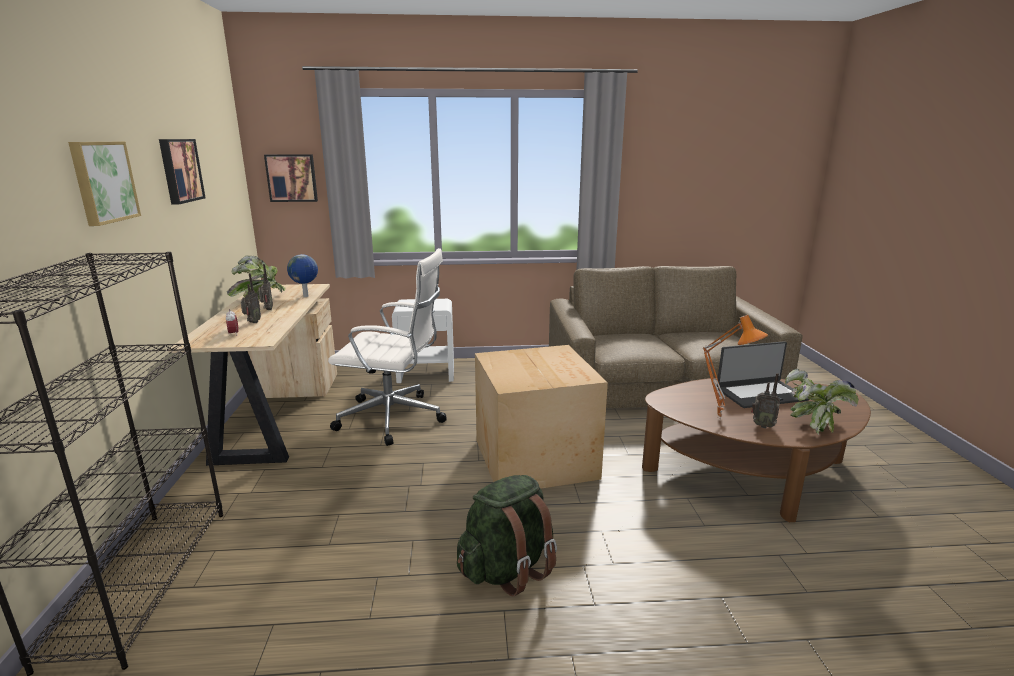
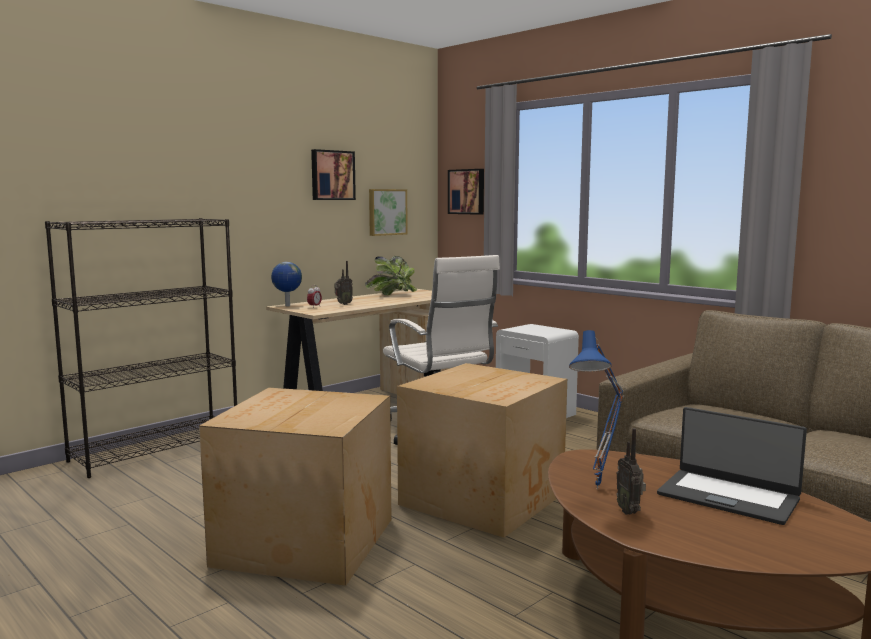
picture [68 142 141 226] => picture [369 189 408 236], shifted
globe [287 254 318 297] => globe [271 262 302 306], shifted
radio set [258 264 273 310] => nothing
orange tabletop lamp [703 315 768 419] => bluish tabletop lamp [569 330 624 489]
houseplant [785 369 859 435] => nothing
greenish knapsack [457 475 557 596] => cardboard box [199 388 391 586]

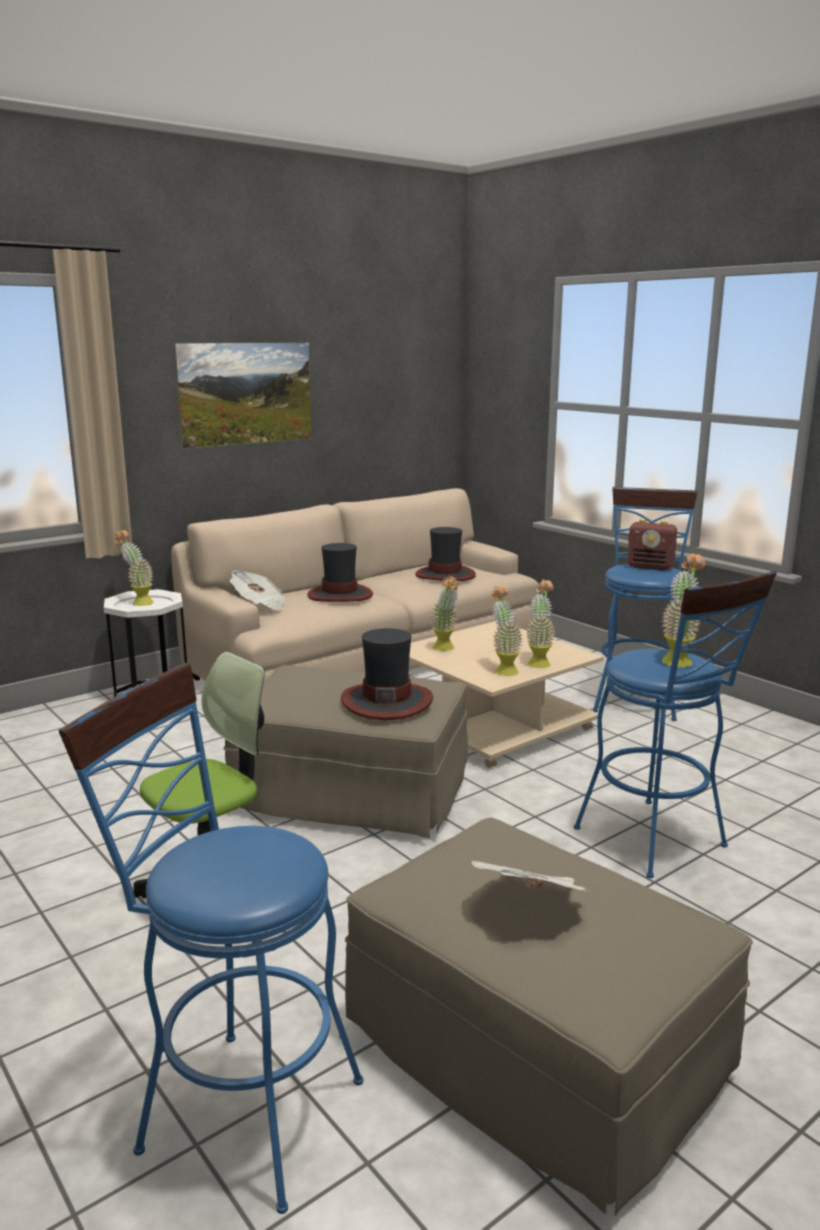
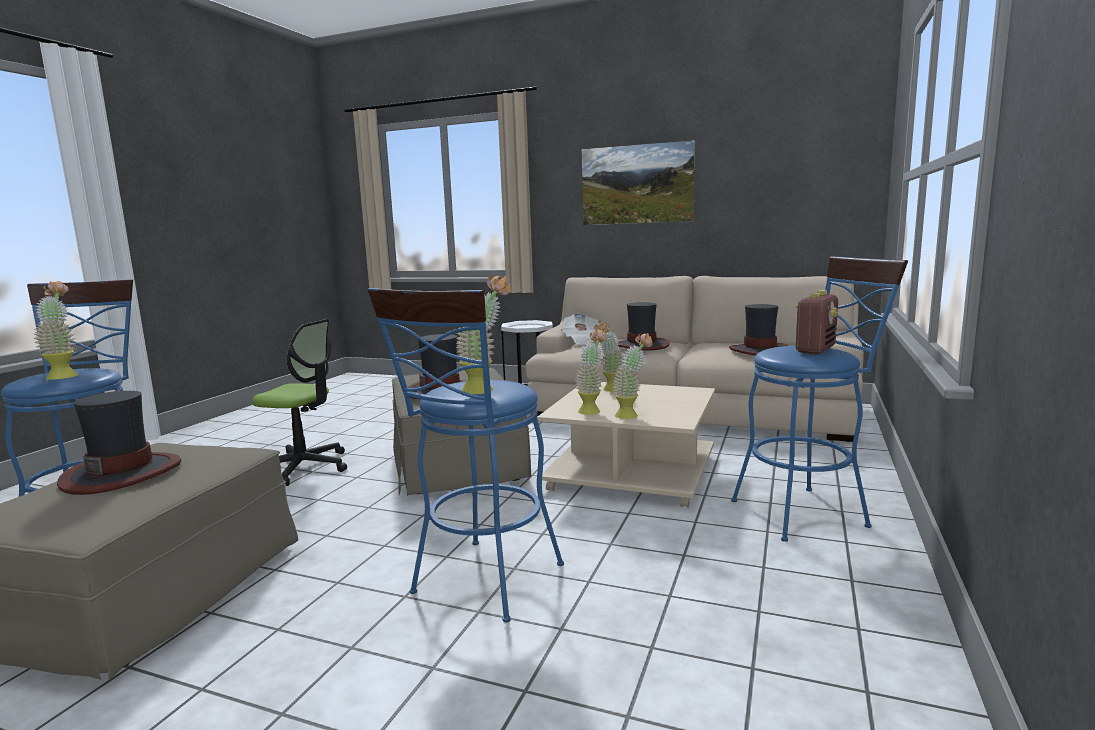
radio set [627 519 677 570] => radio set [795 290 838 355], 135 degrees counterclockwise
houseplant [115 530 154 606] => houseplant [33 281 78 380], shifted
daily paper [472 861 588 892] => clothing hat [57 391 181 495]

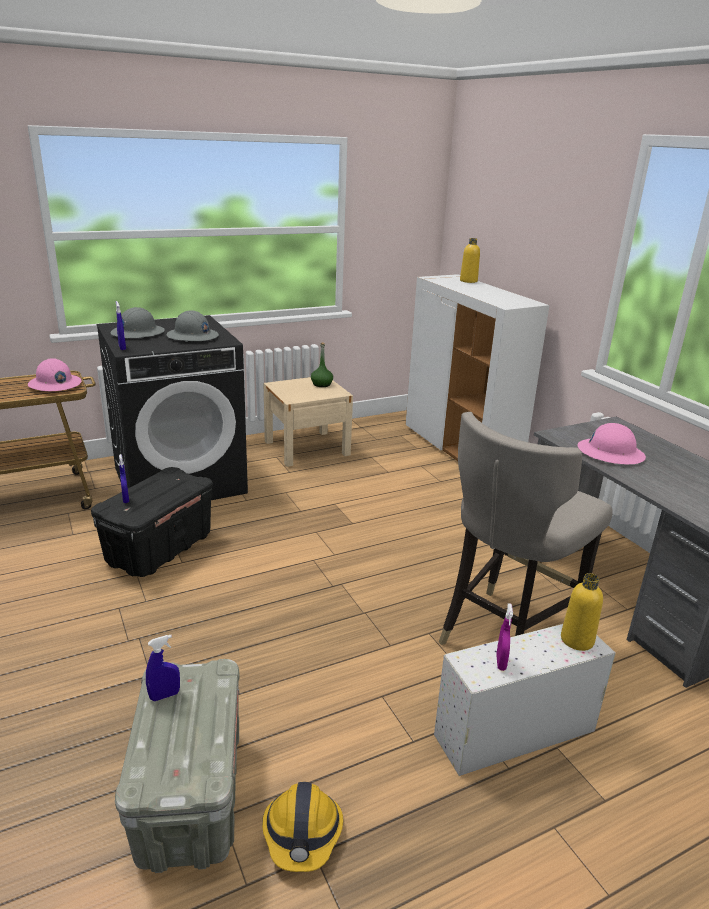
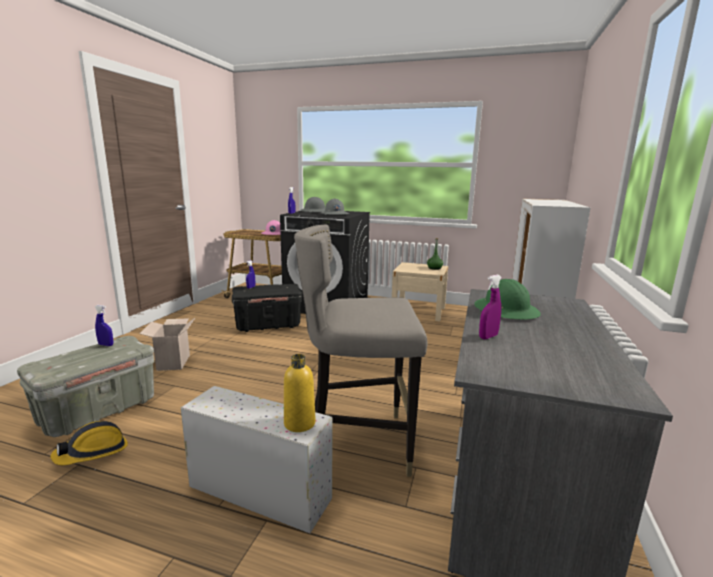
yellow beverage bottle [460 238 480 283] => nothing
pinkish work helmet [577 423 646 465] => greenish work helmet [474 279 541 320]
purple hand sprayer [496 603 513 671] => purple hand sprayer [479 275 502 339], shifted
nothing => cardboard box [140 318 195 371]

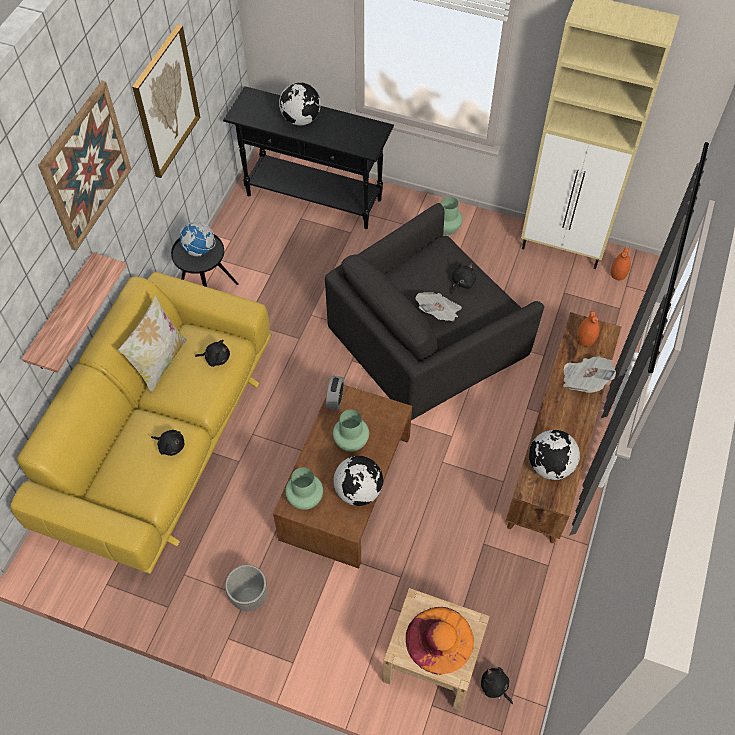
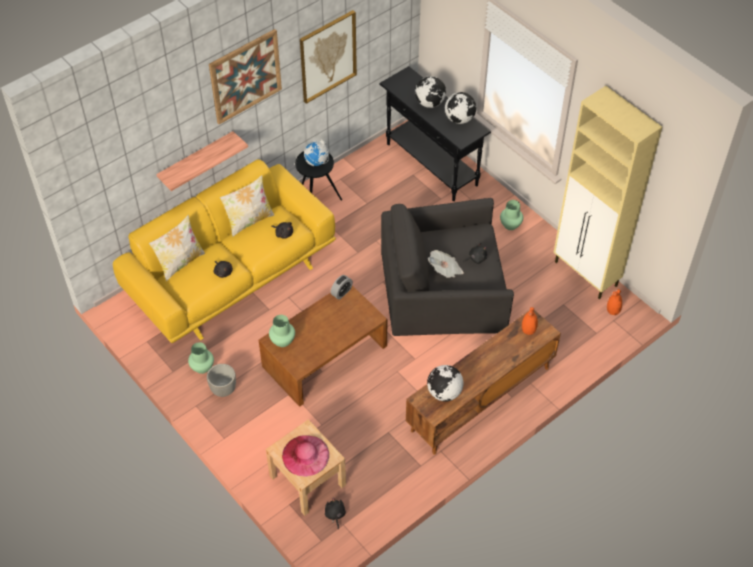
daily paper [563 356 616 393] => nothing
greenish vase [333 410 369 452] => greenish vase [188 342 214 374], shifted
globe [334 456 383 506] => globe [445 92 476 124], shifted
orange clothing hat [406 607 474 675] => pinkish clothing hat [282 435 329 477]
nothing => cushion [149 215 205 282]

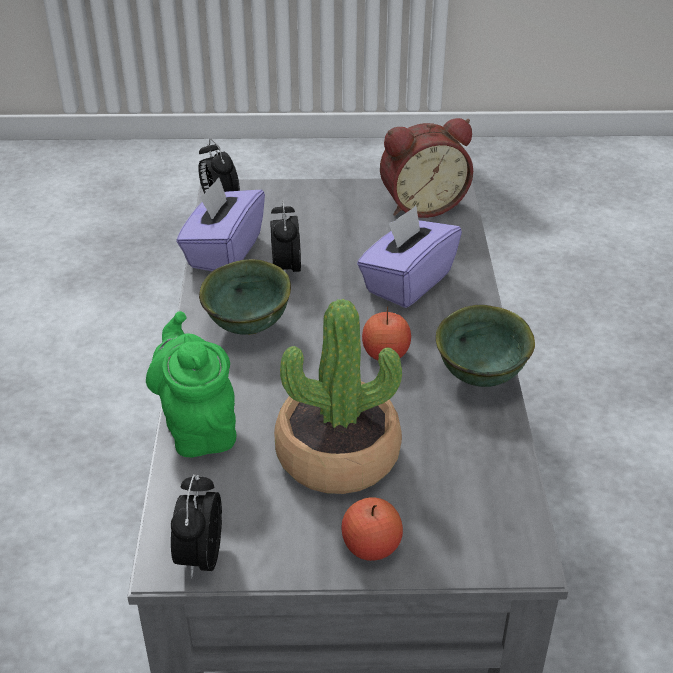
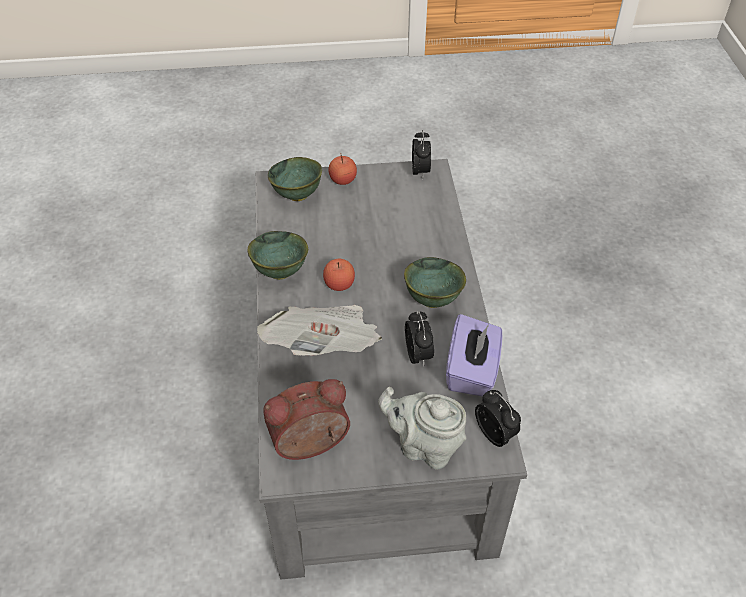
purple tissue holder [357 206 462 308] => daily paper [257 305 382 356]
houseplant [274 299 402 494] => nothing
greenish teapot [146 311 237 457] => nothing
nothing => greenish bowl [268 157 322 201]
nothing => gray teapot [378 387 466 470]

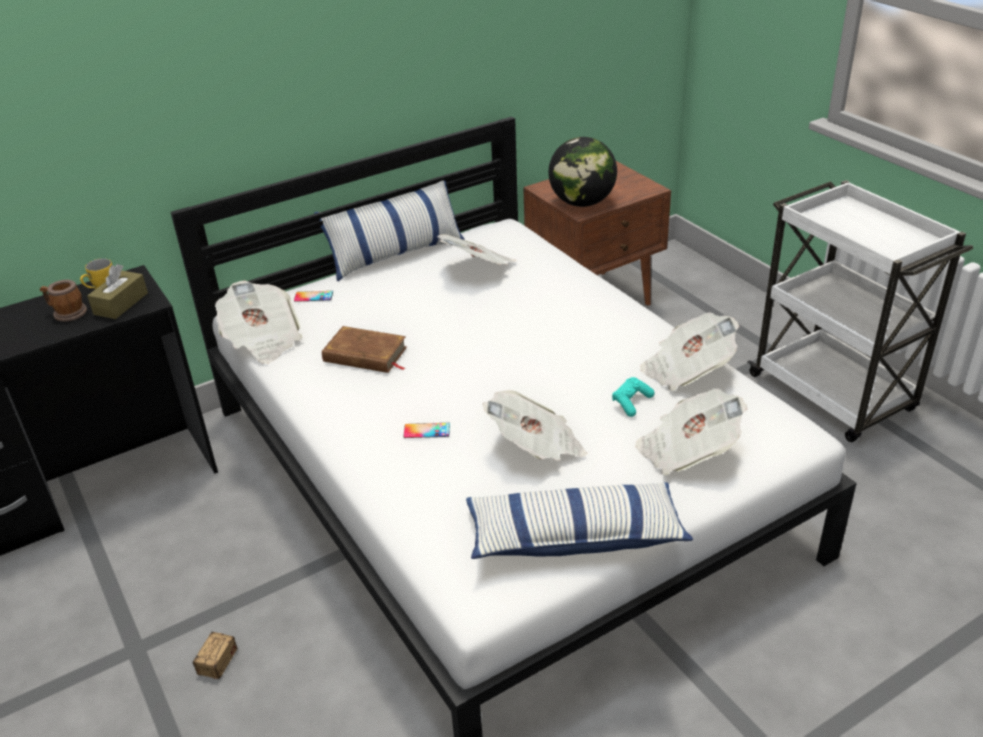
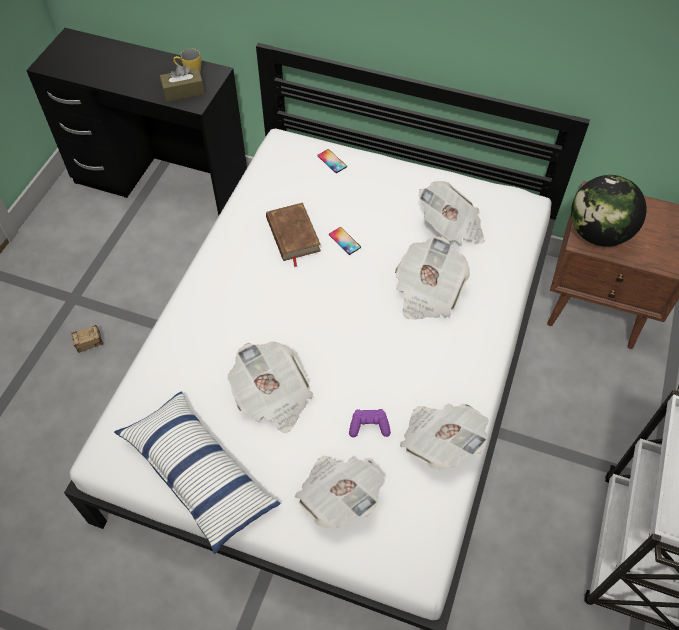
cushion [314 181 465 282] => nothing
mug [40 280 87 322] => nothing
daily paper [215 280 302 364] => daily paper [395 237 470 320], shifted
turquoise game controller [612 377 655 417] => purple game controller [349 409 391 437]
telephone [404 423 450 438] => telephone [329 227 361 255], shifted

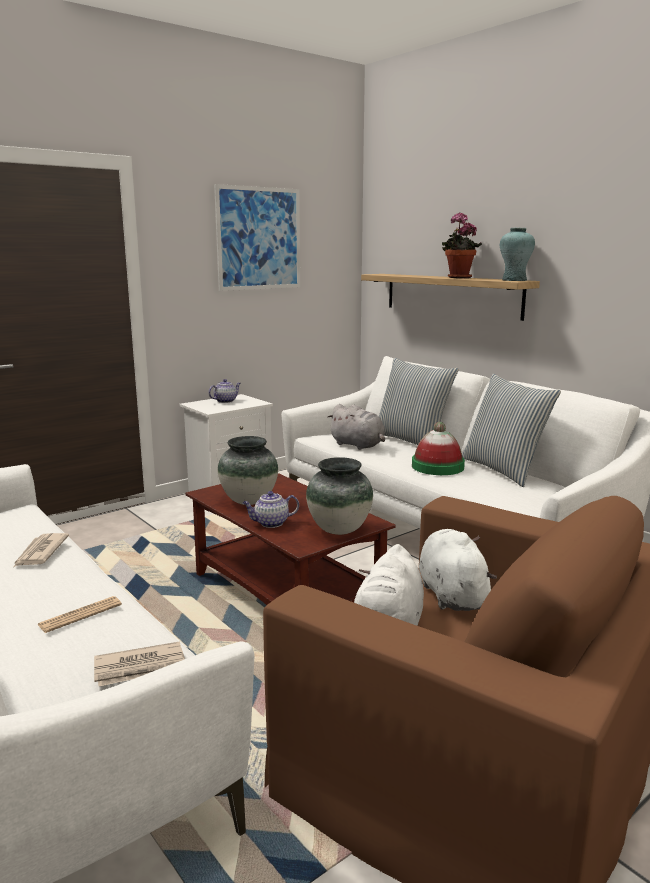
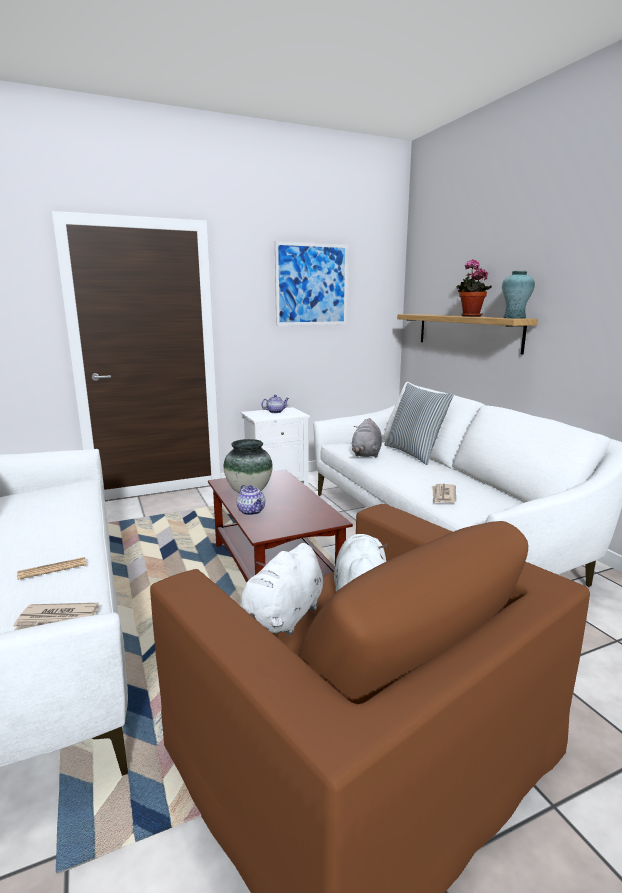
cushion [462 374 561 487] => nothing
gray plush toy [327 404 385 450] => gray plush toy [352 418 382 457], 45 degrees clockwise
clothing hat [412 422 465 475] => nothing
vase [306 457 373 535] => nothing
teapot [243 491 299 528] => teapot [236 485 265 515], 120 degrees counterclockwise
daily paper [14 533 69 567] => daily paper [432 484 456 503], shifted

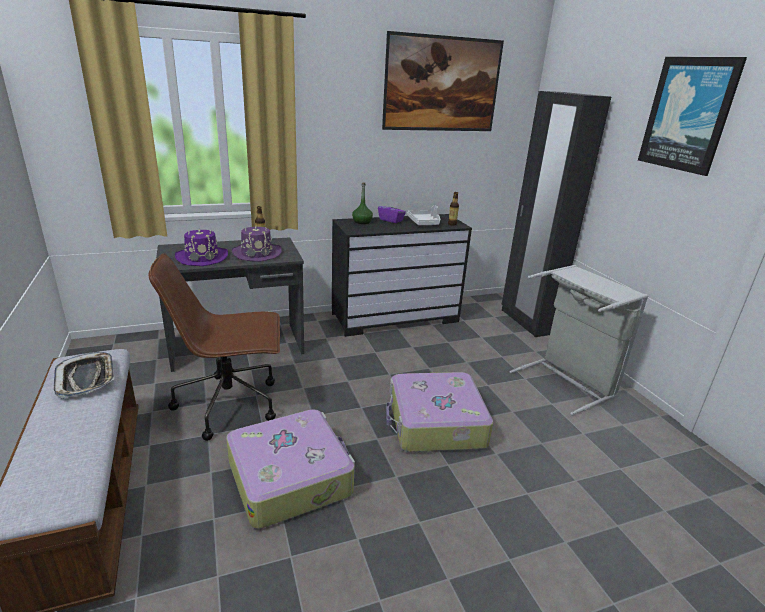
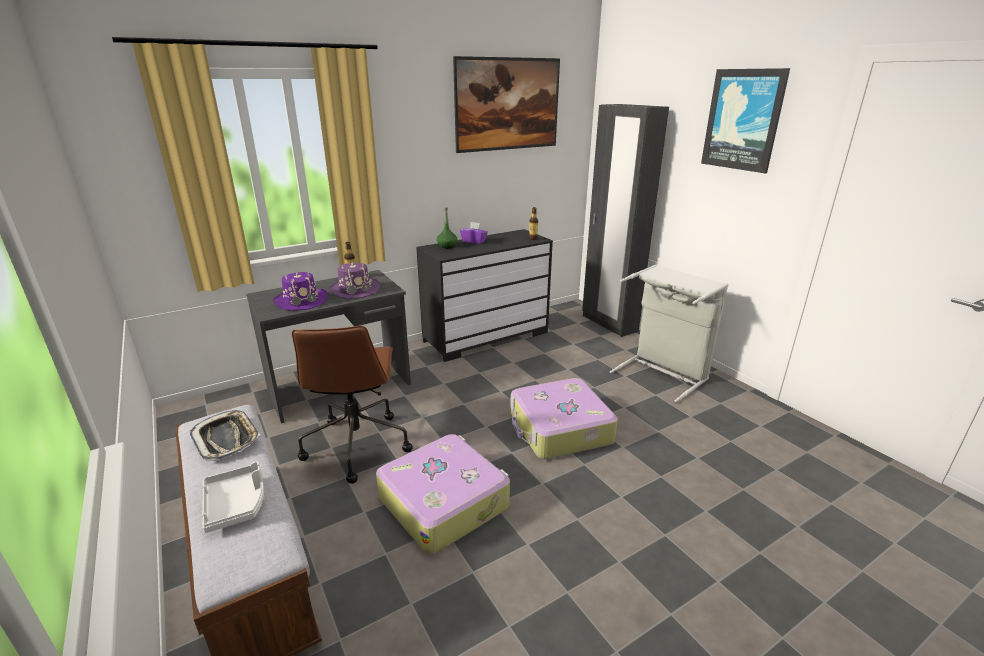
white carrying tray [407 205 440 225] => white carrying tray [202 461 264 533], shifted
brown-coloured desk chair [149 253 280 441] => brown-coloured desk chair [292 326 413 484], 75 degrees counterclockwise

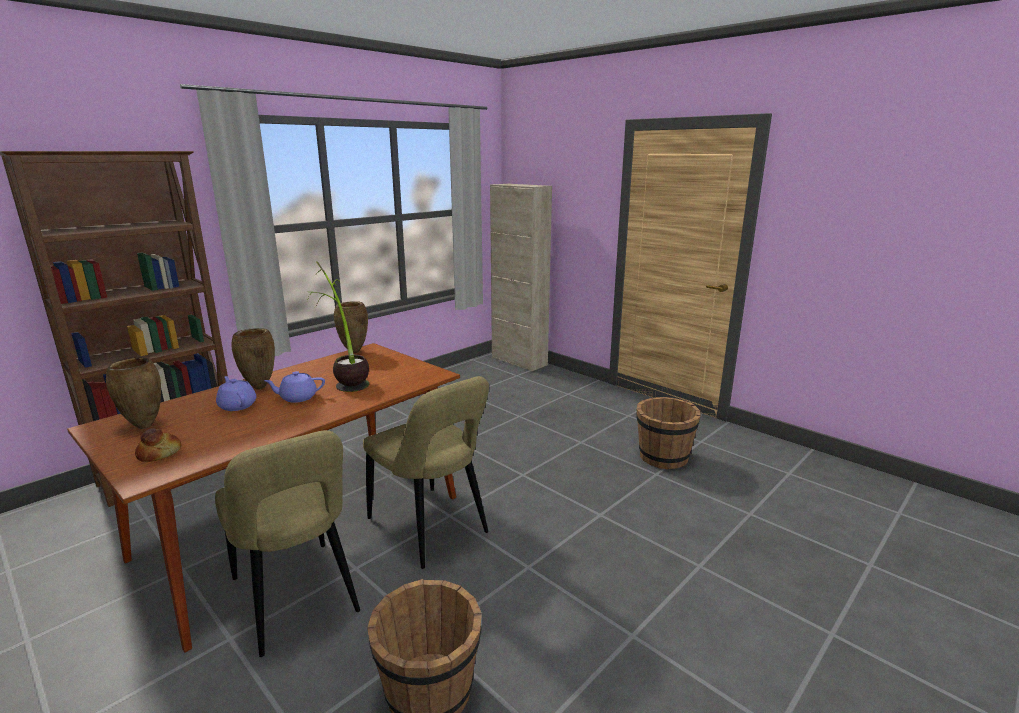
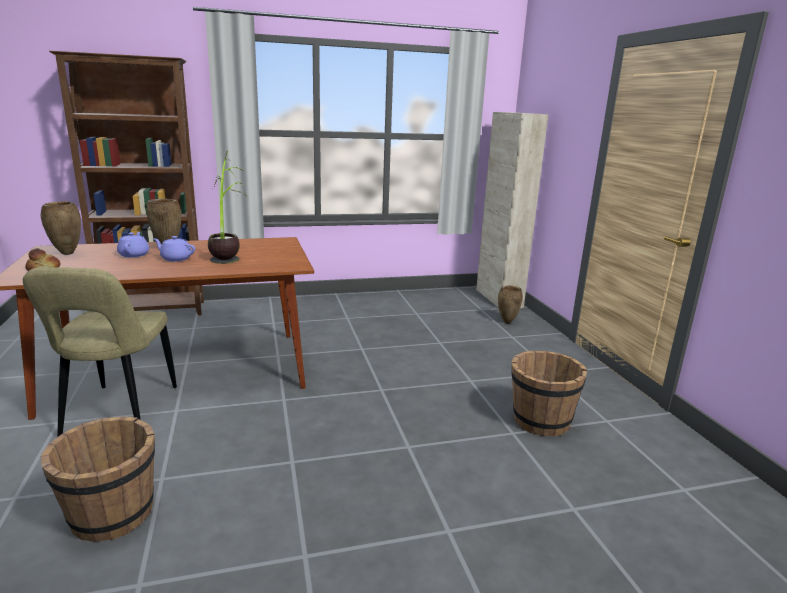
brown-coloured vase [334 301 368 353] => brown-coloured vase [498 286 523 324], shifted
beige-coloured chair [363 376 489 569] => nothing

